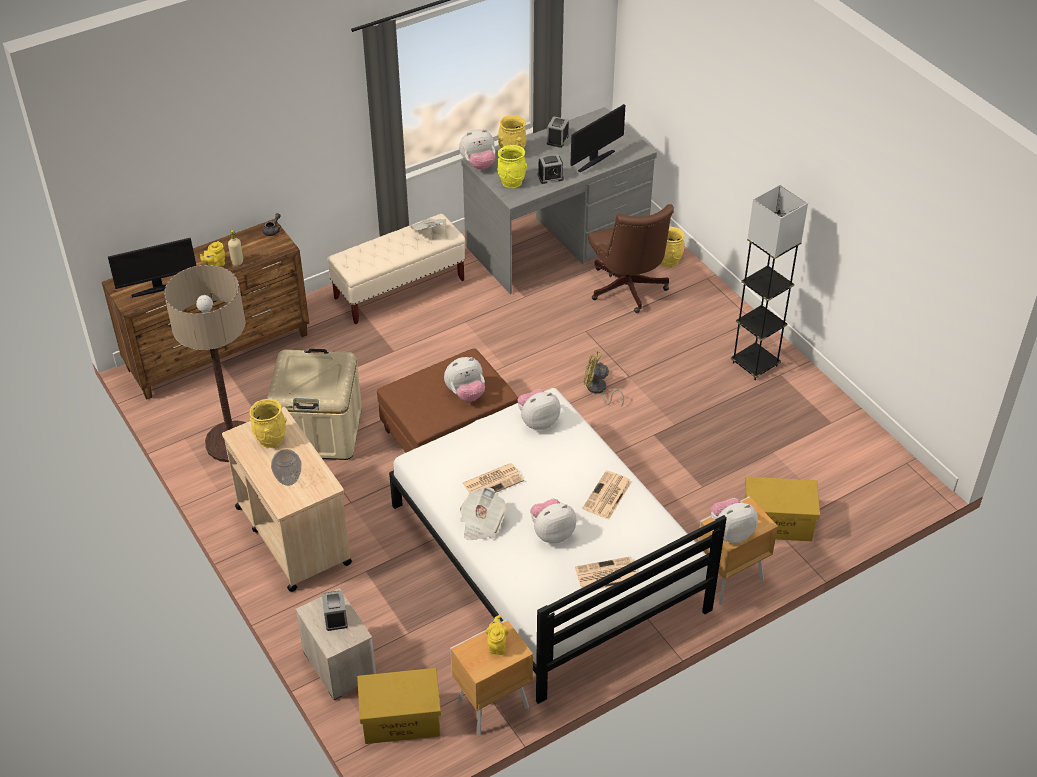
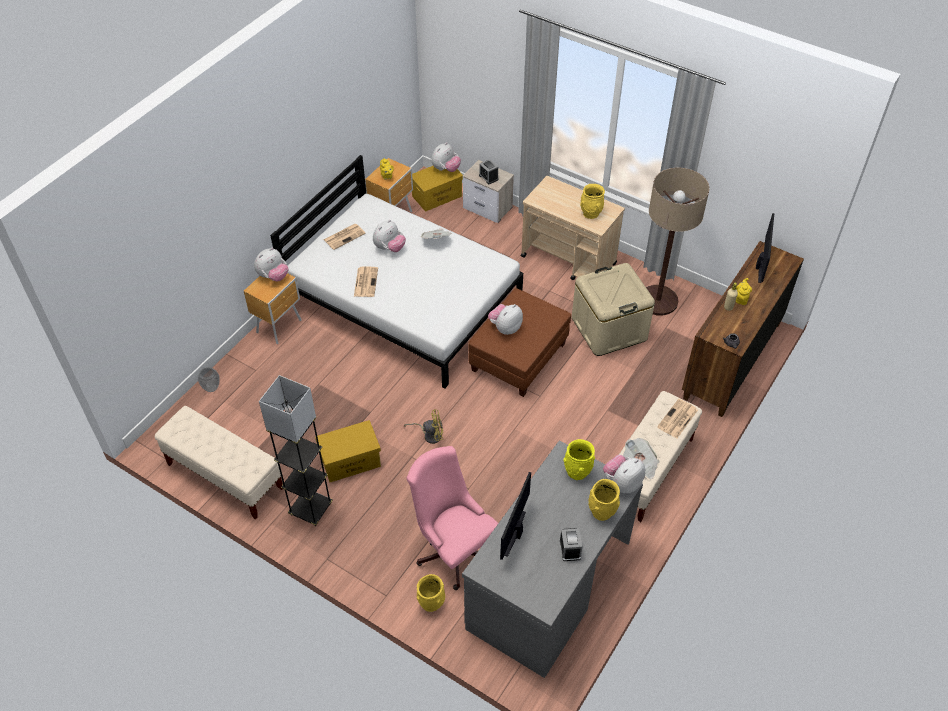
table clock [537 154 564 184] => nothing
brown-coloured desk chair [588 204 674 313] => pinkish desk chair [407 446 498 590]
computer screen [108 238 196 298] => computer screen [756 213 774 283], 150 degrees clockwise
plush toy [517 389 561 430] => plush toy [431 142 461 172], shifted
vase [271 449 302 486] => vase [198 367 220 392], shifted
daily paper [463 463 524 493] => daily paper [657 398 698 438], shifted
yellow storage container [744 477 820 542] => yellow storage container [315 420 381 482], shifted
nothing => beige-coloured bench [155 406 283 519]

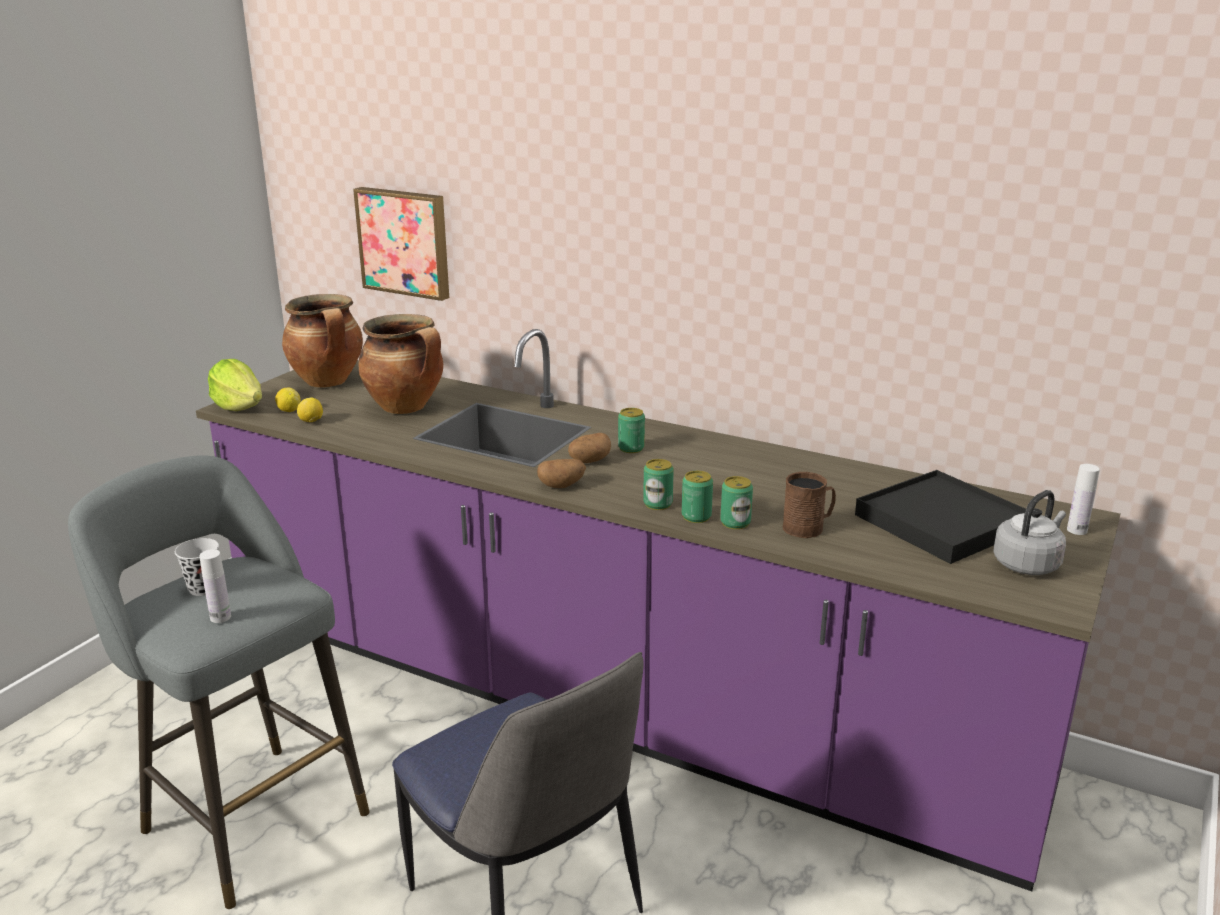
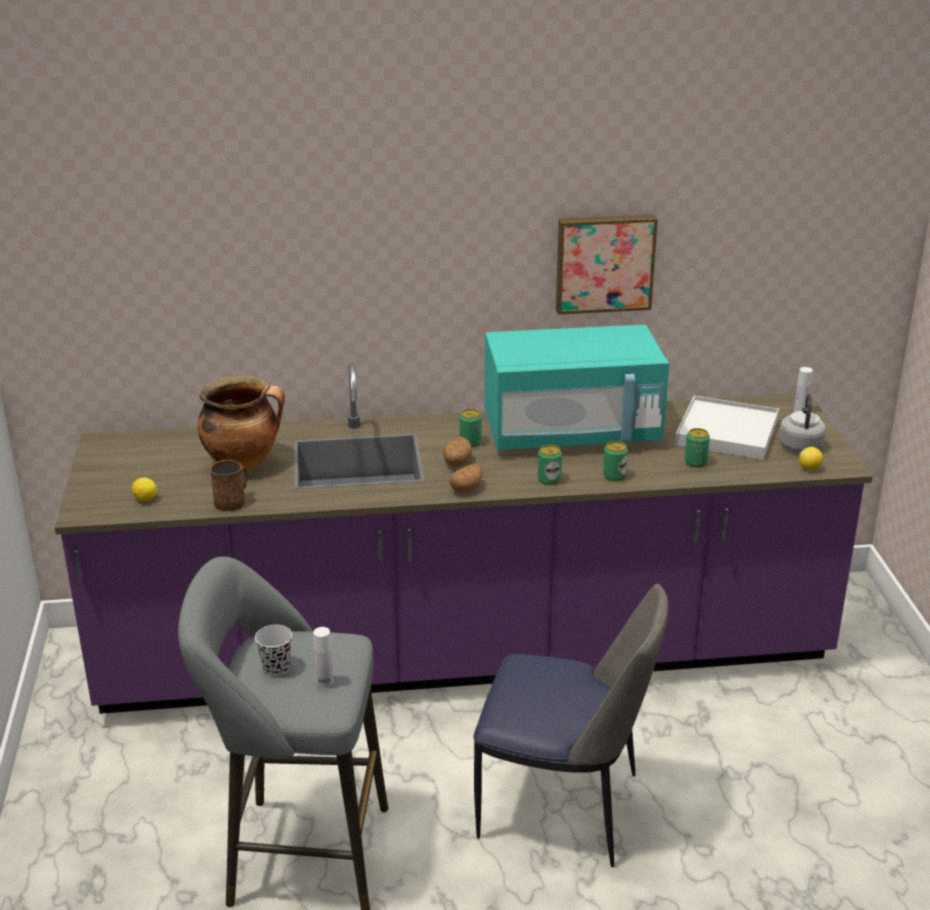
picture [353 187 449 301] => picture [556 215 658 315], shifted
cooking pot [282 294 363 388] => nothing
lettuce head [208 359 262 411] => nothing
lemon [297 398 323 422] => lemon [799 447 823 470], shifted
black carrying tray [855 470 1026 564] => white carrying tray [675 396 779 460]
can [682 471 713 523] => can [684 428 710 468], shifted
brown-coloured mug [783 472 836 538] => brown-coloured mug [210 460 248 511], shifted
nothing => turquoise microwave [485 325 669 450]

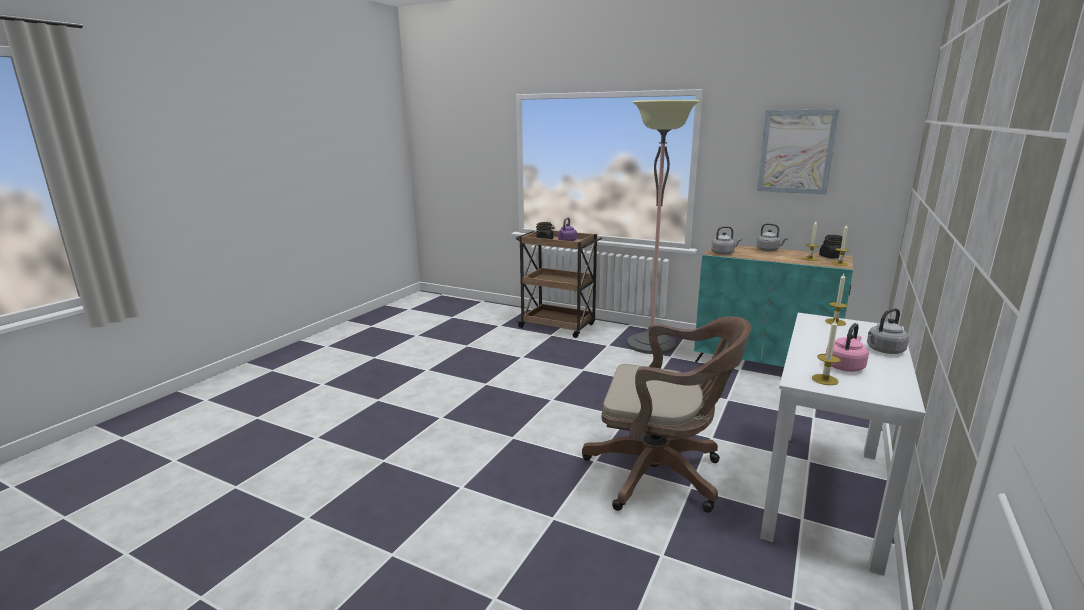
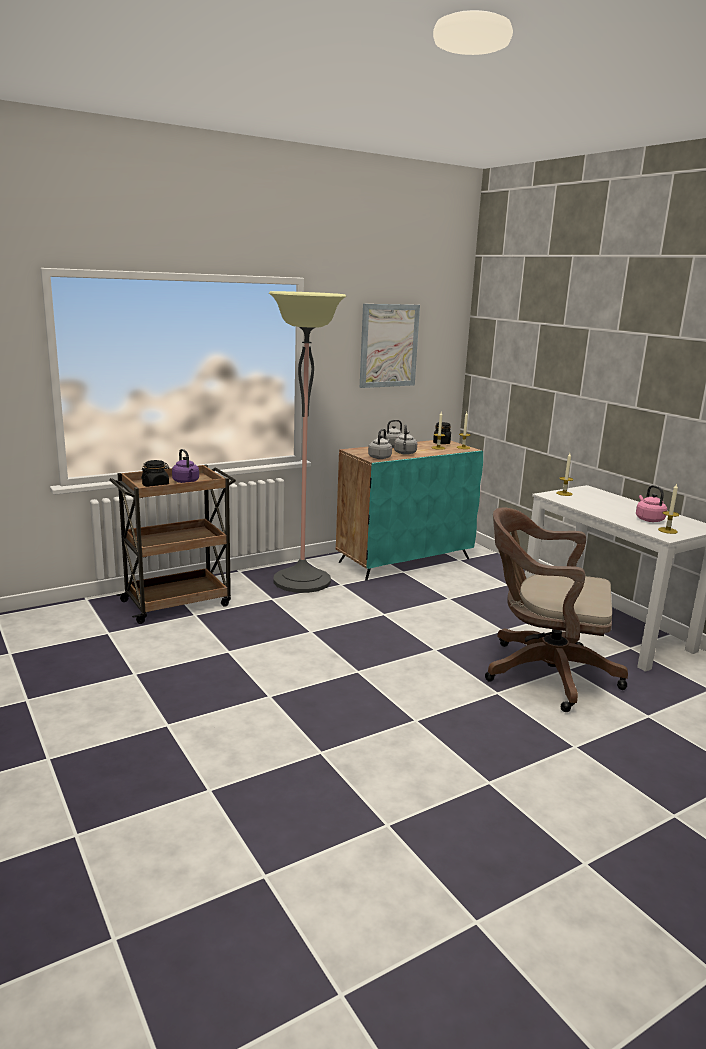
gray water kettle [867 308 909 354] => gray water kettle [394 424 417 455], shifted
brown-coloured desk chair [582 316 751 513] => brown-coloured desk chair [485 507 628 712], 120 degrees counterclockwise

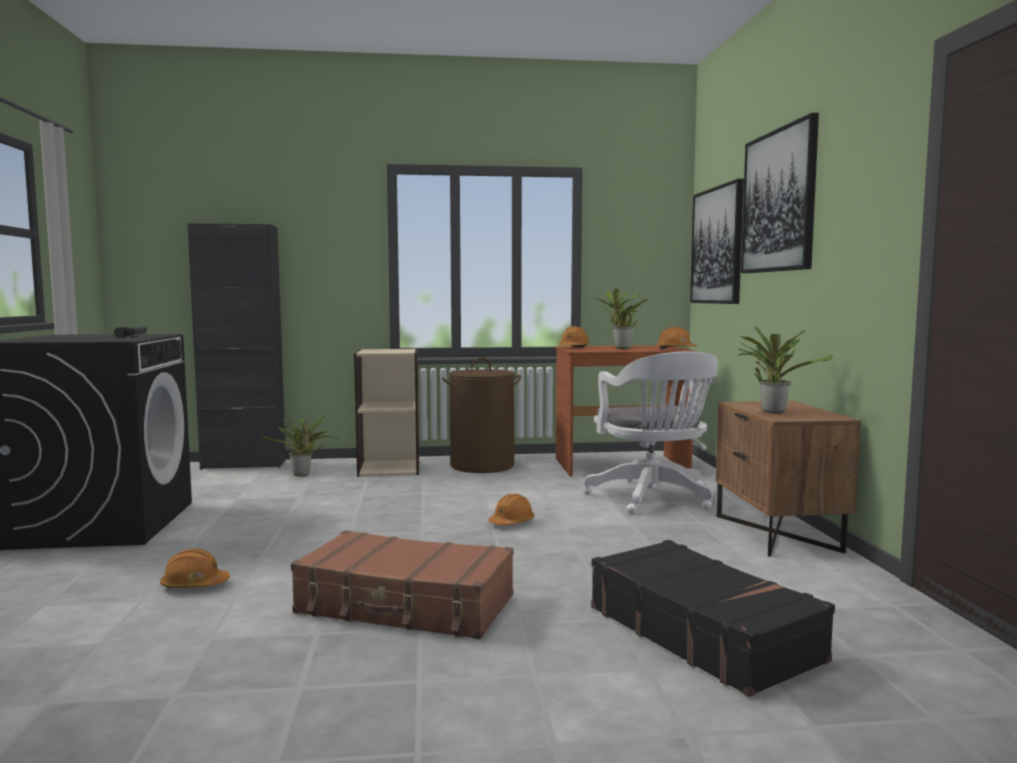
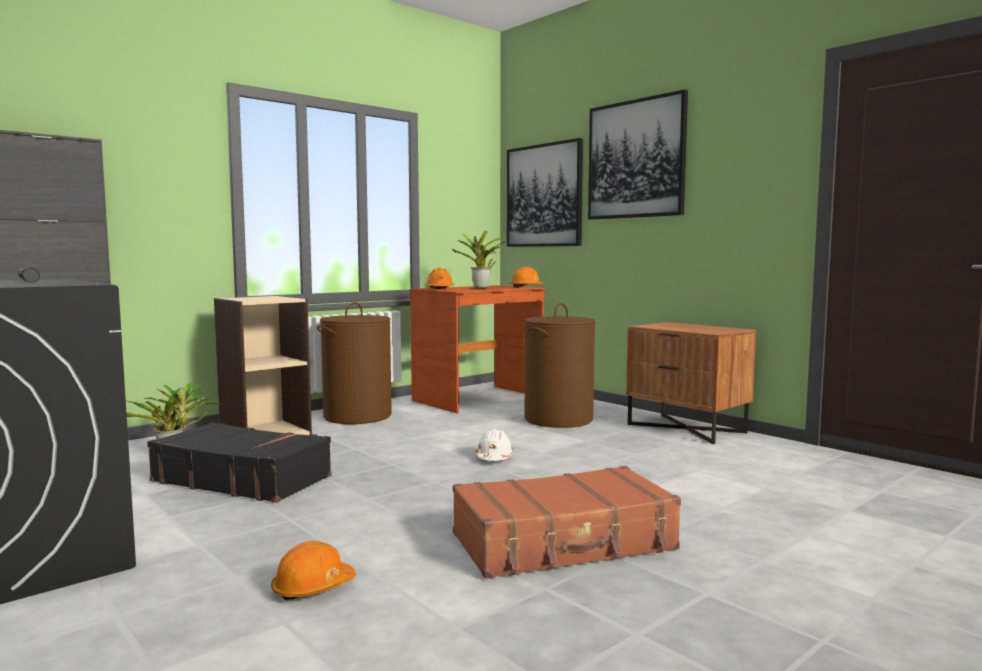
houseplant [738 327 833 414] => nothing
white desk chair [583 351 718 514] => brown-coloured hamper [525 303 596 428]
orange work helmet [488 494 535 525] => white work helmet [476 429 514 461]
black suitcase [591 540 835 697] => black suitcase [147 422 332 503], shifted

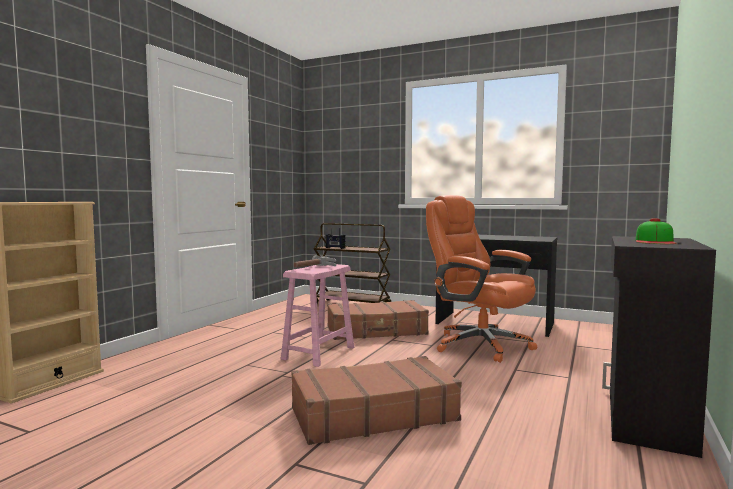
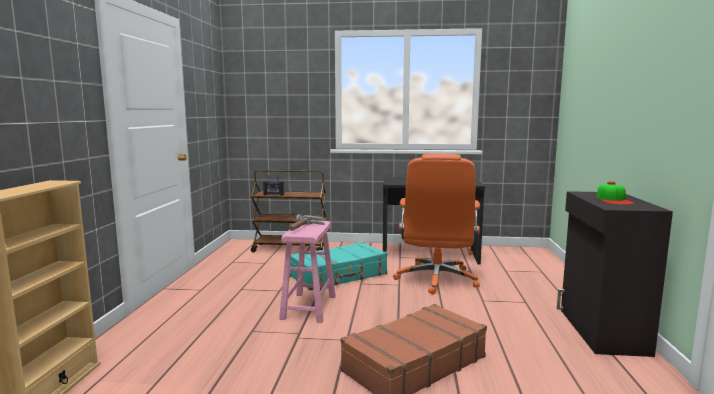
orange desk chair [426 195 537 363] => orange desk chair [393 153 480 295], 105 degrees counterclockwise
brown-coloured suitcase [327 300 429 340] => turquoise suitcase [290 242 387 291]

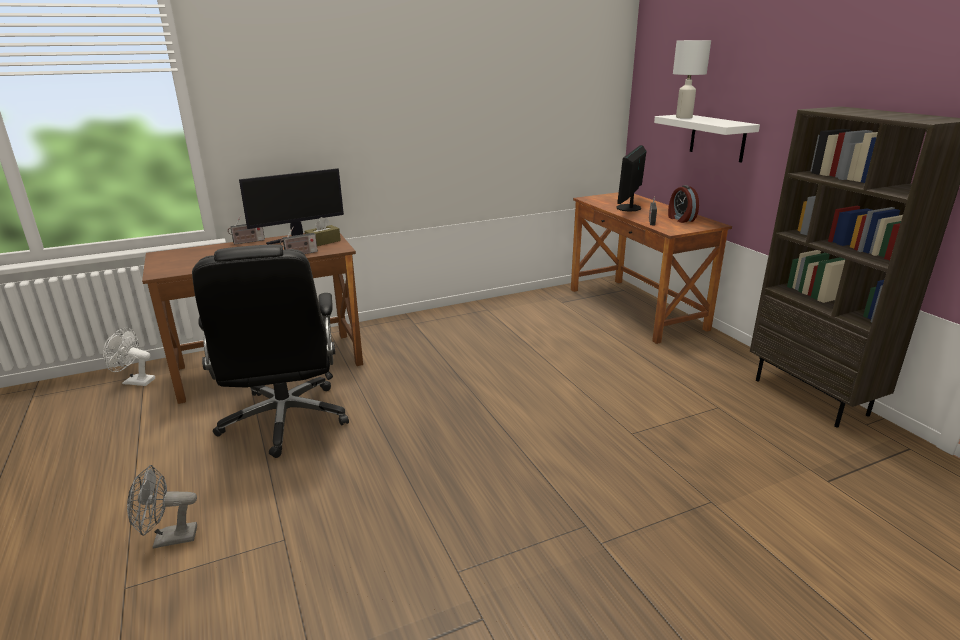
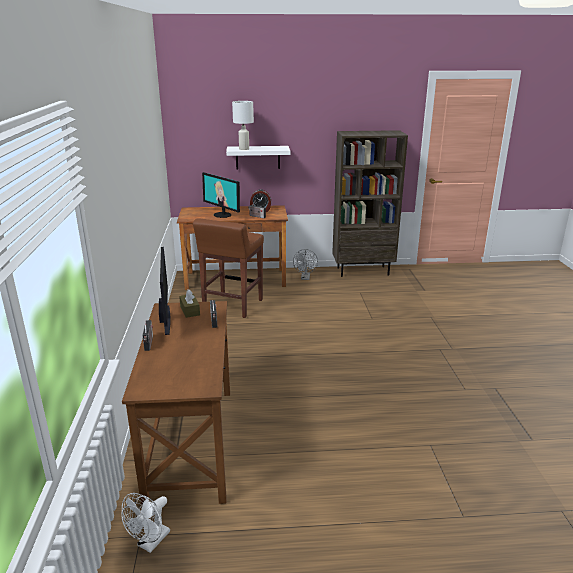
black desk chair [192 244 349 458] => nothing
gray cooling fan [127 465 197 549] => gray cooling fan [293 249 318 280], shifted
nothing => brown-coloured sitting stool [193 218 264 318]

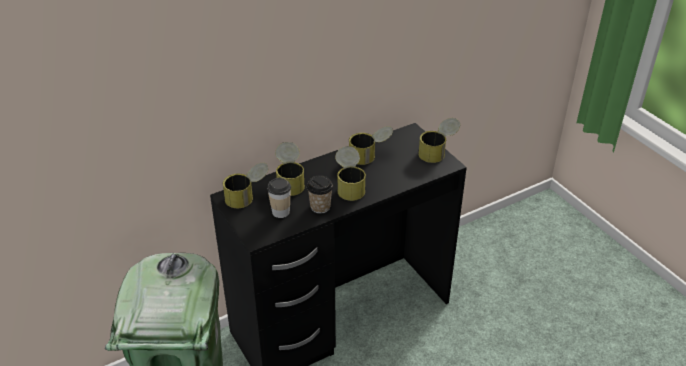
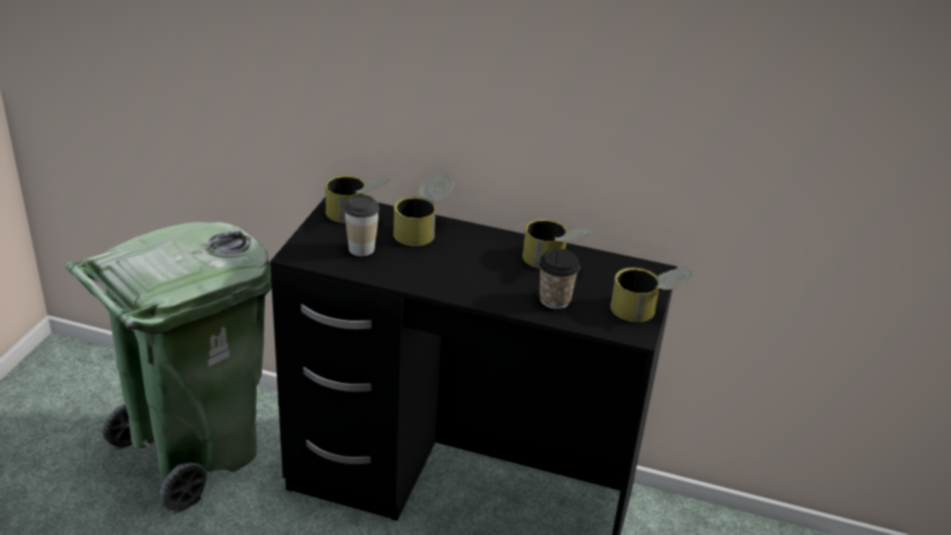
can [335 146 366 201] => nothing
cup [307 175 333 214] => cup [539 248 580 309], shifted

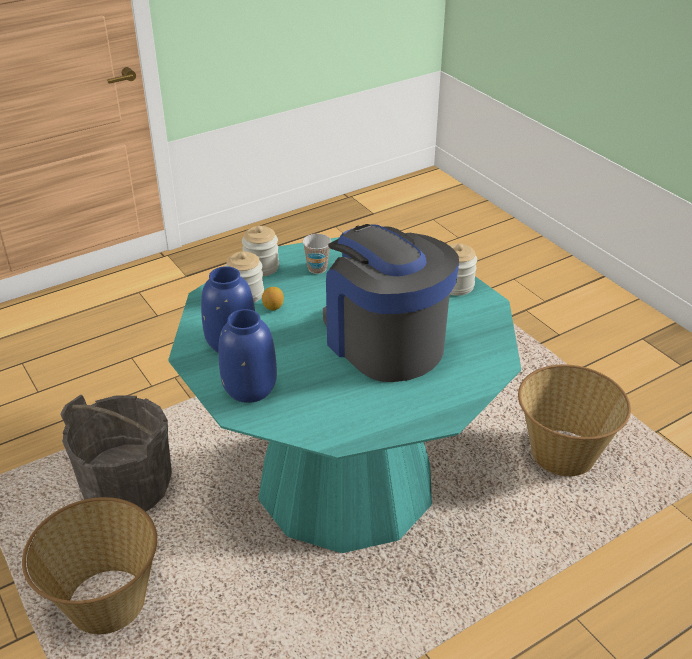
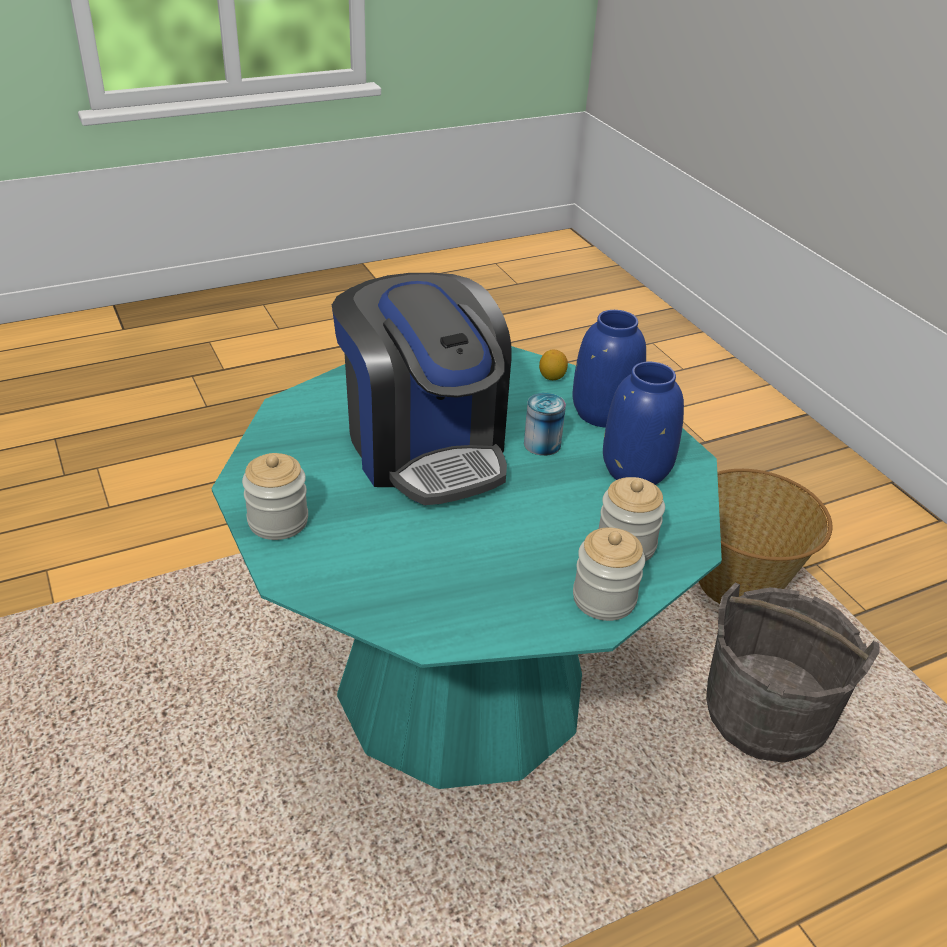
cup [303 234 331 274] => nothing
lemon [262 287 284 310] => lemon [539 350 568 380], shifted
household basket [518 364 631 476] => nothing
nothing => can [524 393 566 456]

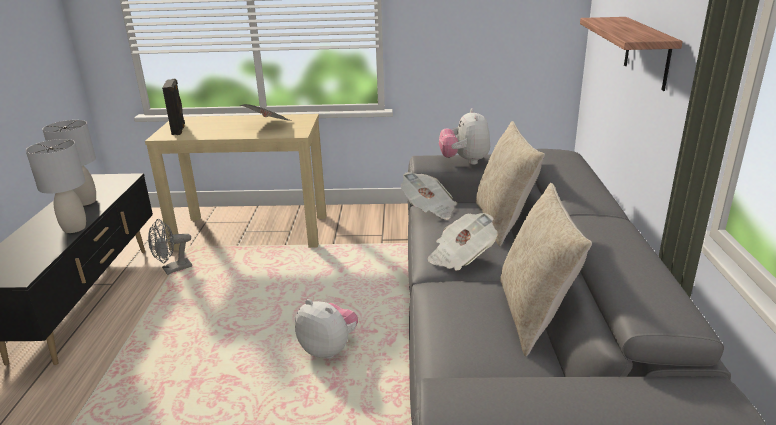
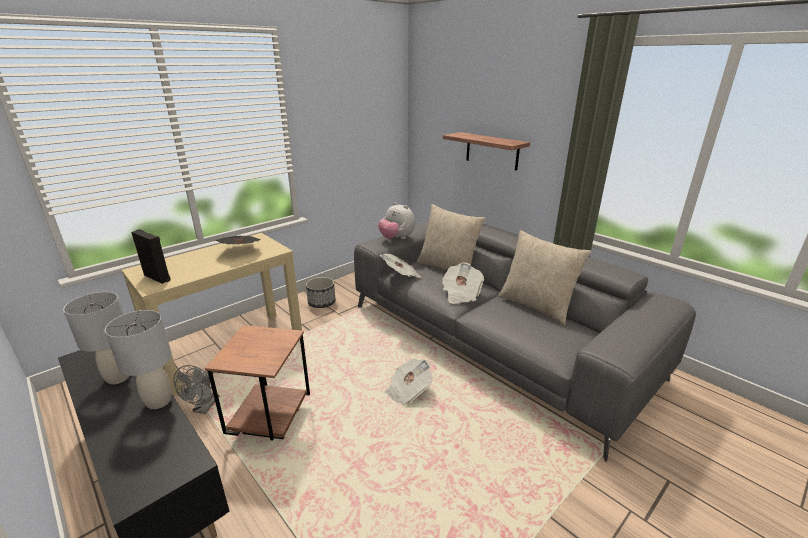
plush toy [295 299 358 359] => daily paper [384 358 433 406]
nothing => flower pot [306 277 335 308]
nothing => brown-coloured side table [205 325 310 441]

